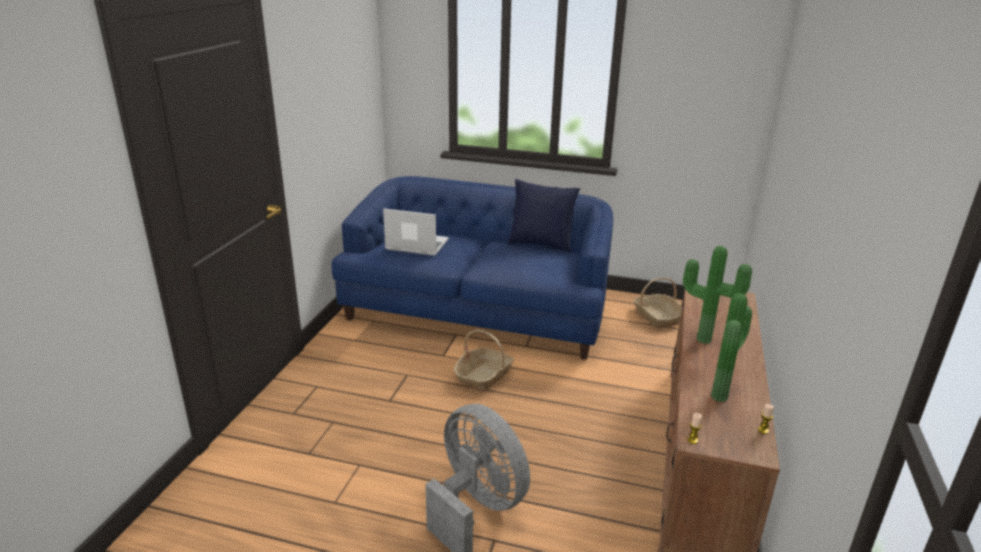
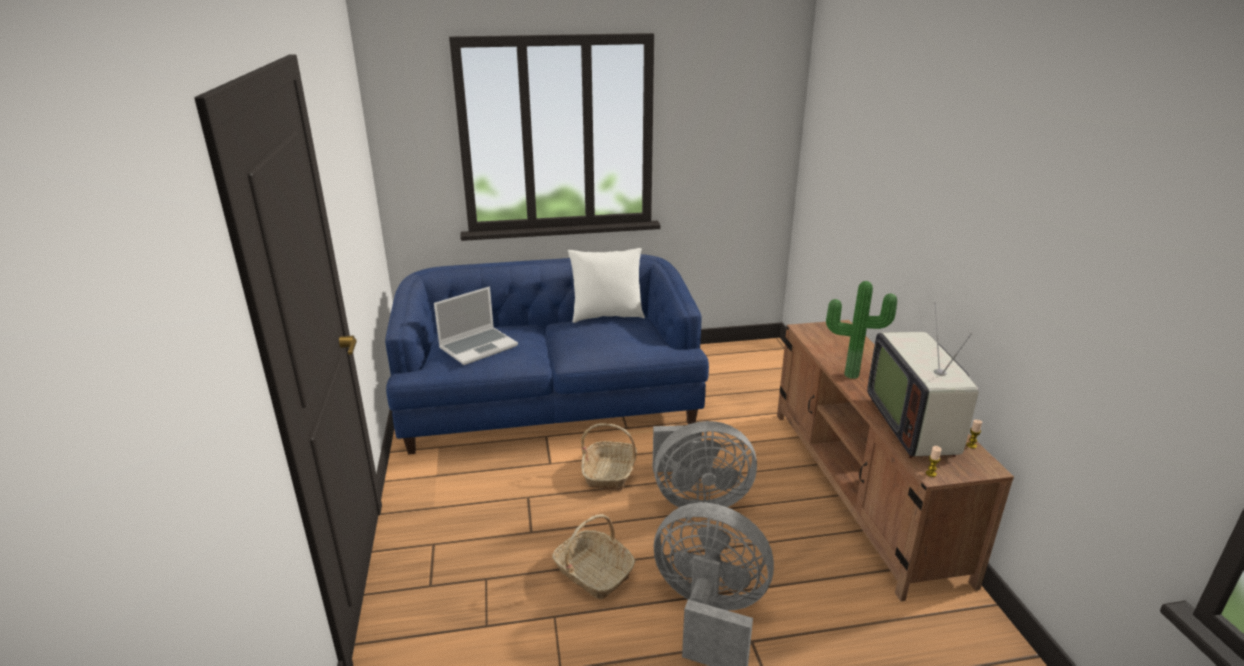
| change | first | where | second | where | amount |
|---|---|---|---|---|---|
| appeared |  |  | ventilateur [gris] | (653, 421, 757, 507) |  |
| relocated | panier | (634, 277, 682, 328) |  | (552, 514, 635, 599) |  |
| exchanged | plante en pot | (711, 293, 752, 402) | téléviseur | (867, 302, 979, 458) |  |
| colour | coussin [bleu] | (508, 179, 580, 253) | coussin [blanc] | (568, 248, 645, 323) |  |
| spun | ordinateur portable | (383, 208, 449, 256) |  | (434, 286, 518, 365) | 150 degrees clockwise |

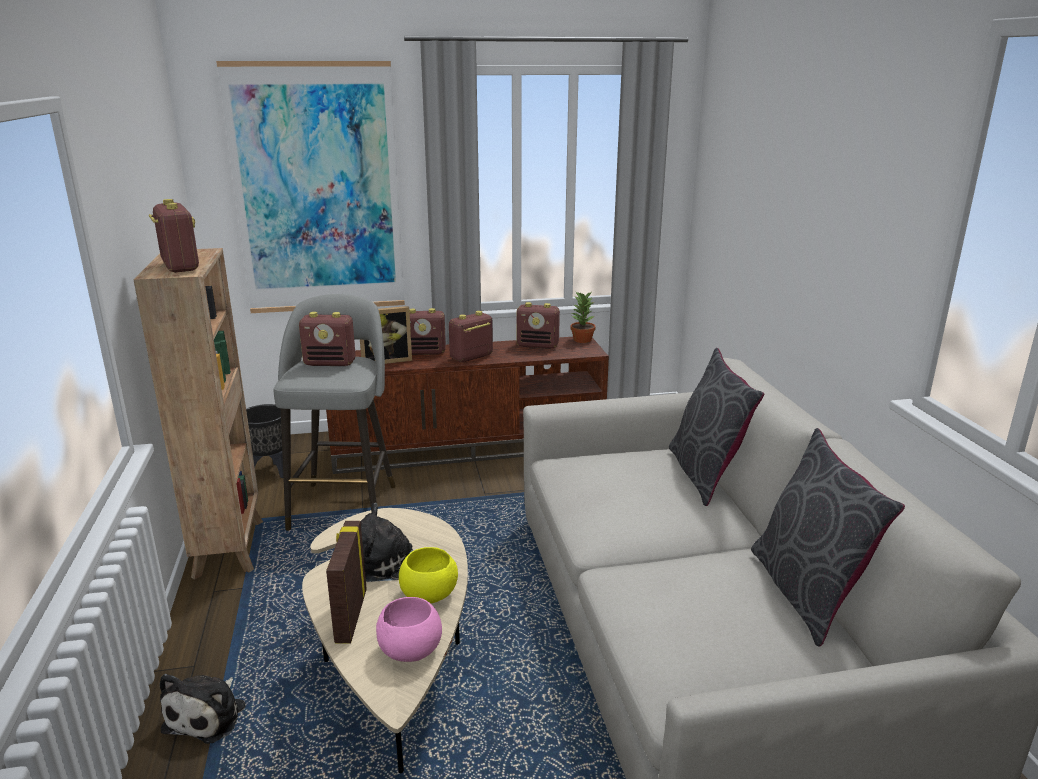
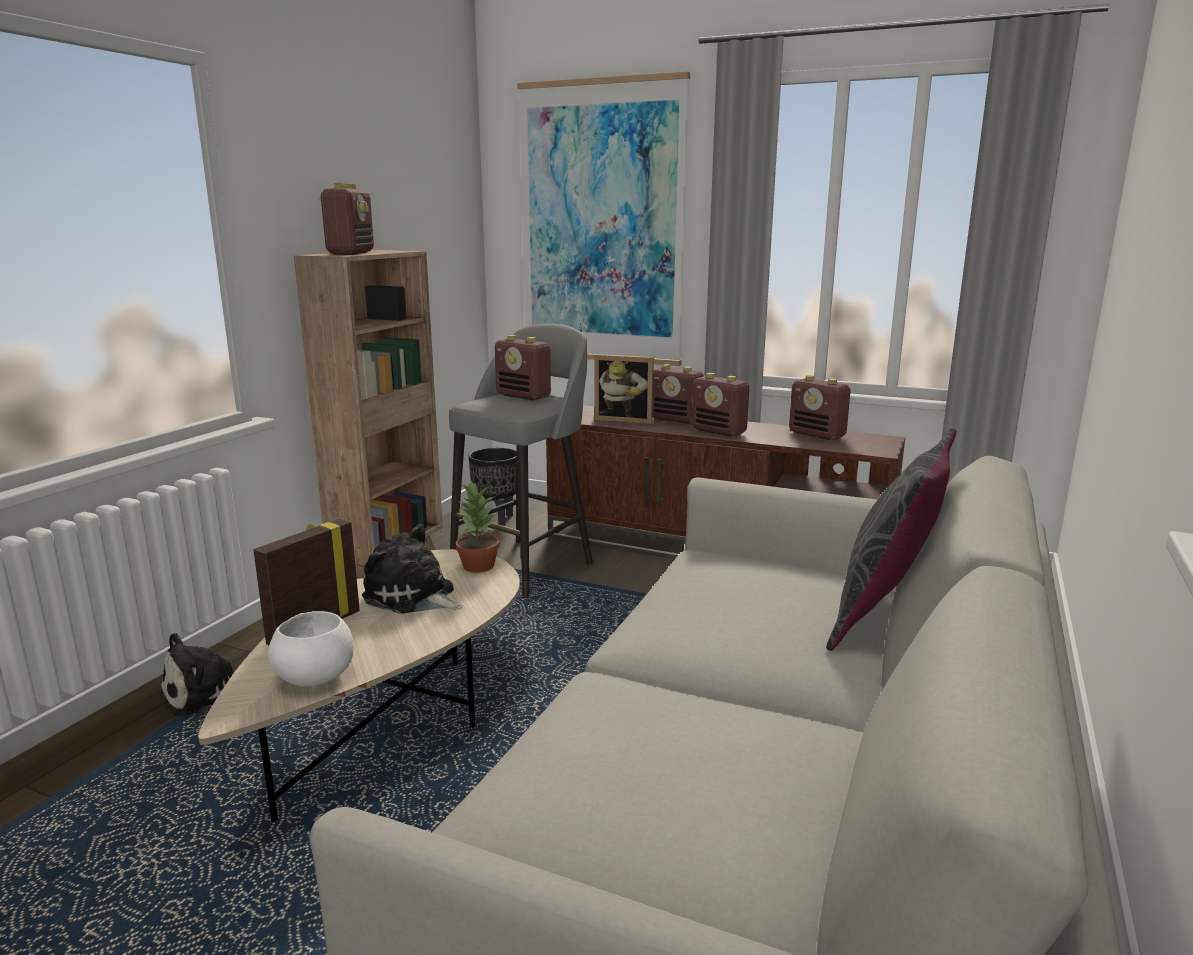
| change | first | where | second | where | amount |
|---|---|---|---|---|---|
| missing | bol [jaune] | (399, 547, 458, 603) |  |  |  |
| missing | coussin [gris] | (751, 428, 905, 647) |  |  |  |
| relocated | plante en pot | (571, 292, 596, 343) |  | (456, 481, 500, 573) |  |
| colour | bol [rose] | (376, 597, 442, 662) | bol [blanc] | (268, 611, 354, 687) |  |
| spun | radio | (449, 311, 493, 362) |  | (692, 373, 749, 436) | 135 degrees counterclockwise |

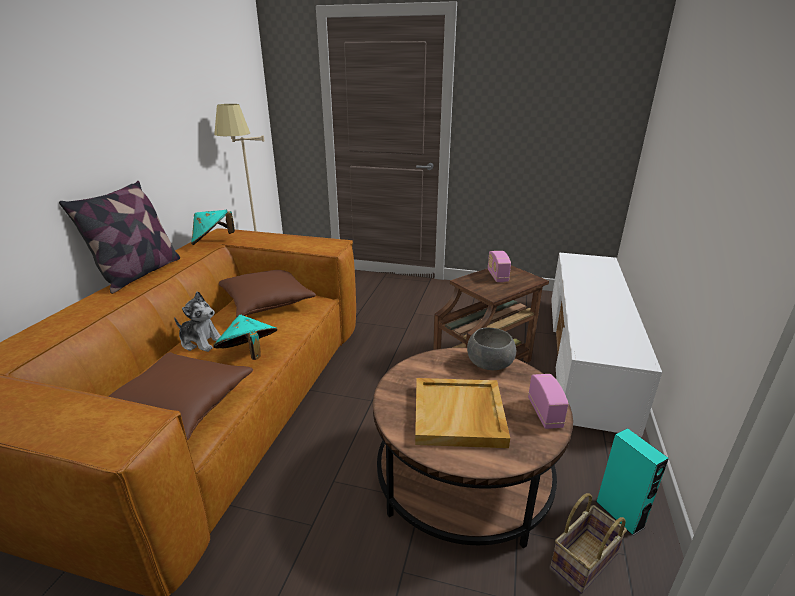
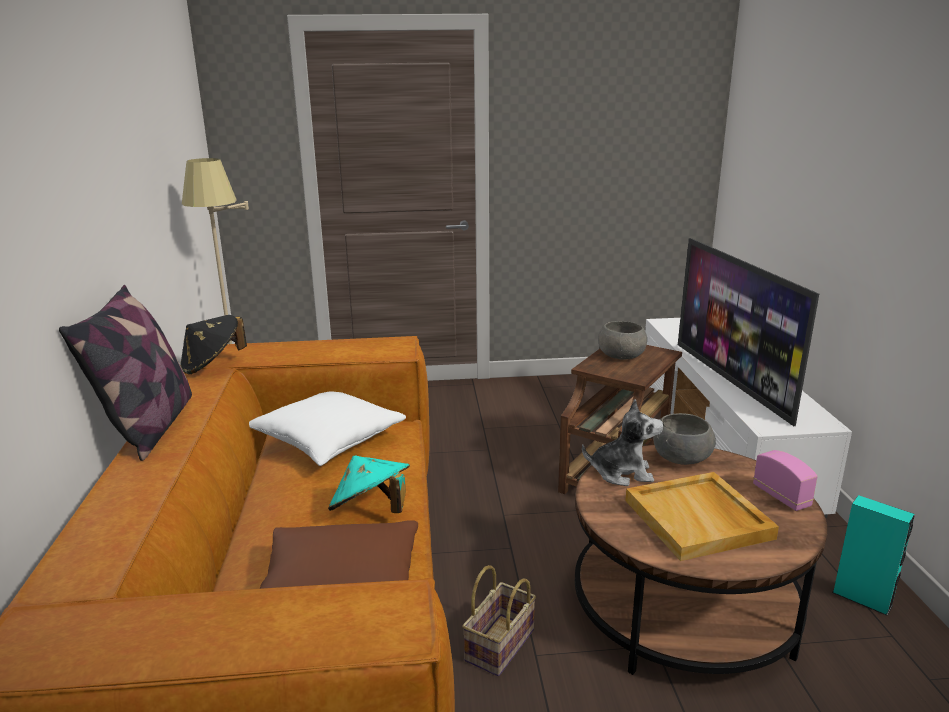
| change | first | where | second | where | amount |
|---|---|---|---|---|---|
| appeared |  |  | téléviseur | (678, 238, 819, 426) |  |
| relocated | peluche | (174, 291, 221, 352) |  | (582, 399, 663, 486) |  |
| relocated | panier | (551, 493, 627, 594) |  | (462, 565, 536, 676) |  |
| exchanged | radio | (488, 251, 511, 282) | bol [gris] | (598, 321, 647, 360) |  |
| colour | chapeau [turquoise] | (191, 210, 235, 245) | chapeau [noir] | (180, 315, 247, 374) |  |
| colour | coussin [marron] | (219, 270, 316, 317) | coussin [blanc] | (249, 392, 406, 466) |  |

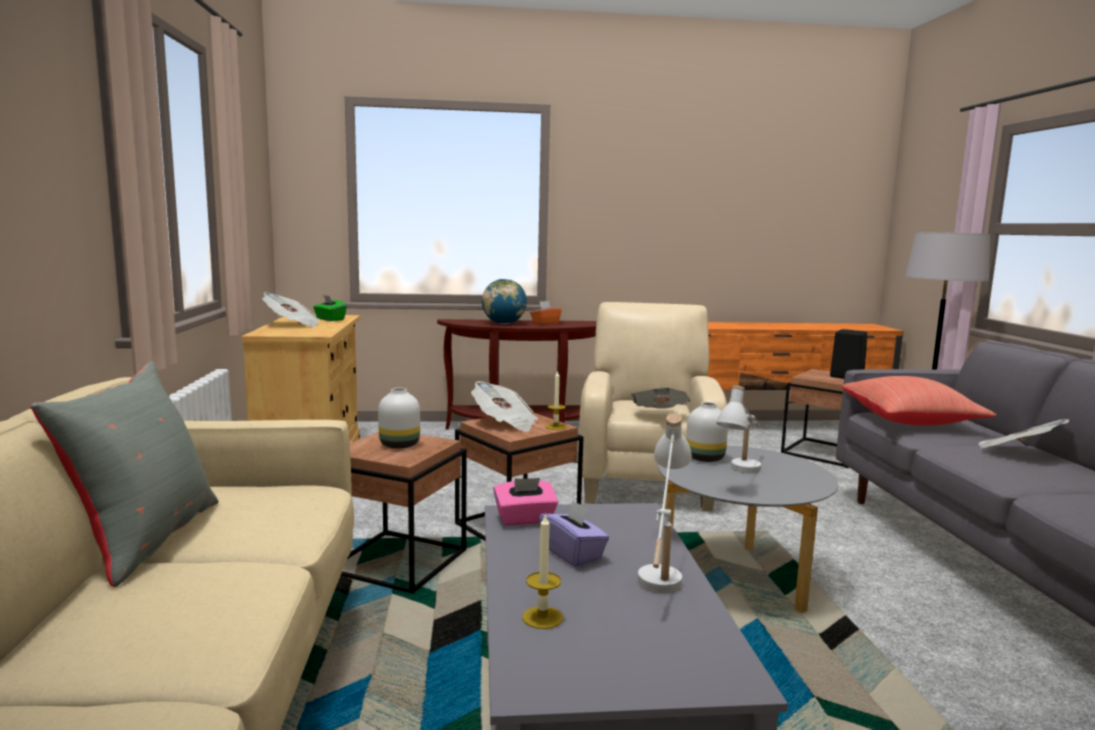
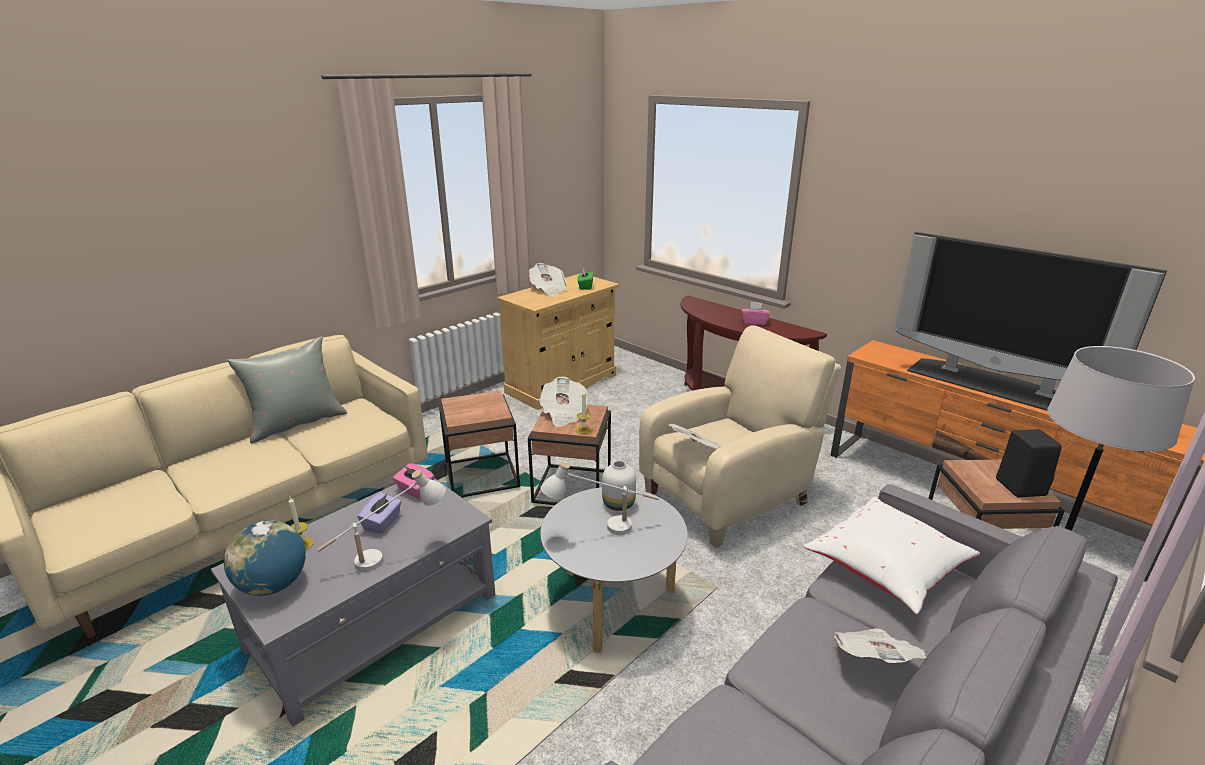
| change | first | where | second | where | amount |
|---|---|---|---|---|---|
| missing | vase [blanc] | (378, 388, 420, 449) |  |  |  |
| appeared |  |  | téléviseur | (895, 232, 1167, 411) |  |
| relocated | globe | (482, 279, 527, 324) |  | (224, 520, 306, 596) |  |
| colour | boîte à mouchoirs [orange] | (530, 301, 562, 325) | boîte à mouchoirs [rose] | (742, 302, 770, 325) |  |
| colour | coussin [rouge] | (842, 376, 996, 426) | coussin [blanc] | (803, 497, 980, 614) |  |

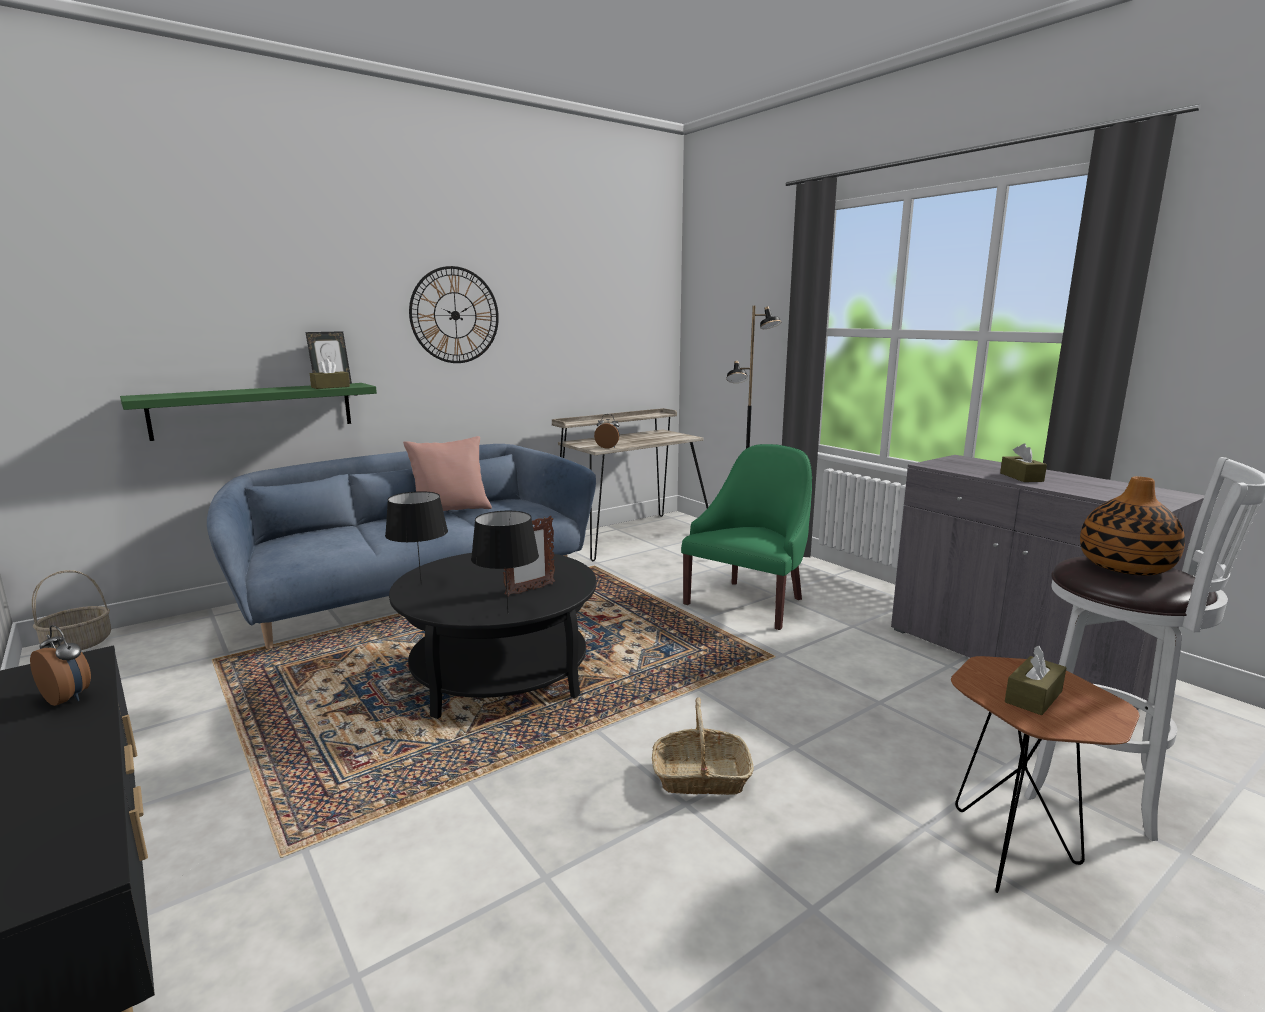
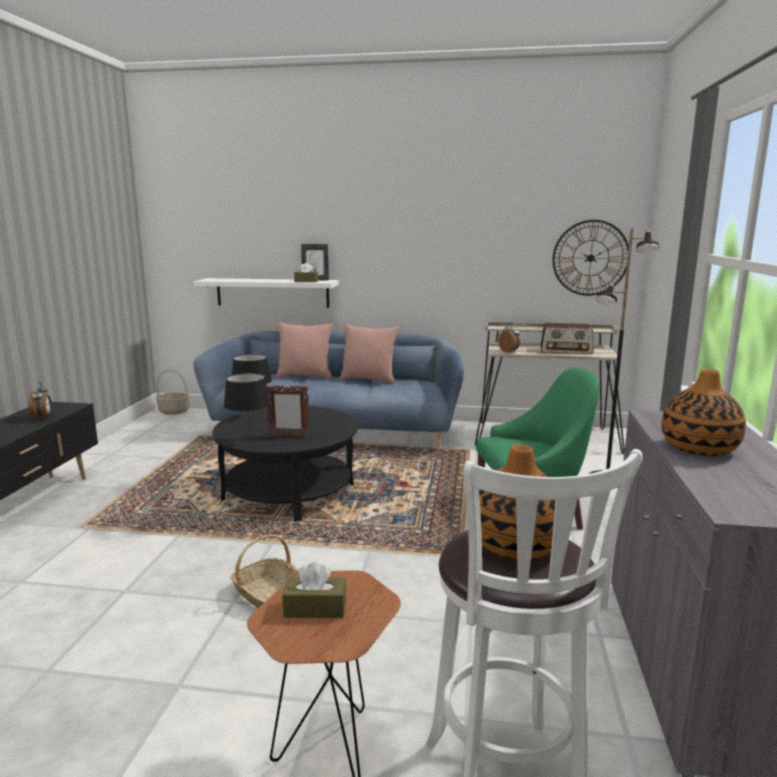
| change | first | where | second | where | amount |
|---|---|---|---|---|---|
| appeared |  |  | coussin [rose] | (276, 322, 333, 379) |  |
| appeared |  |  | radio | (541, 323, 594, 354) |  |
| relocated | horloge murale | (409, 266, 499, 363) |  | (552, 220, 629, 296) |  |
| exchanged | boîte à mouchoirs [marron] | (1000, 443, 1047, 482) | vase | (662, 369, 746, 456) |  |
| colour | étagère [vert] | (120, 383, 377, 441) | étagère [blanc] | (194, 278, 339, 308) |  |

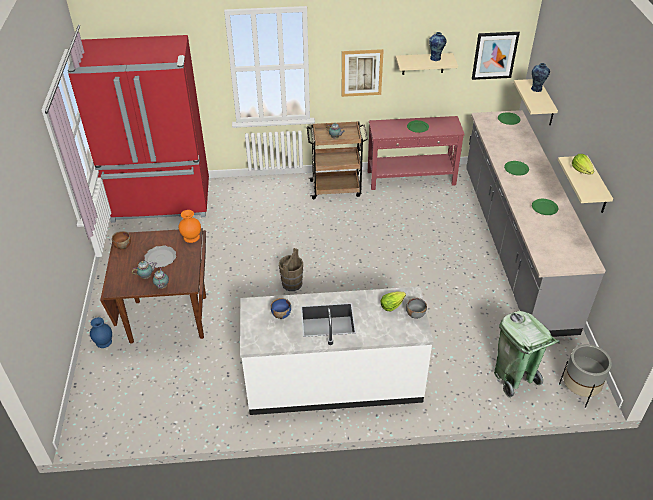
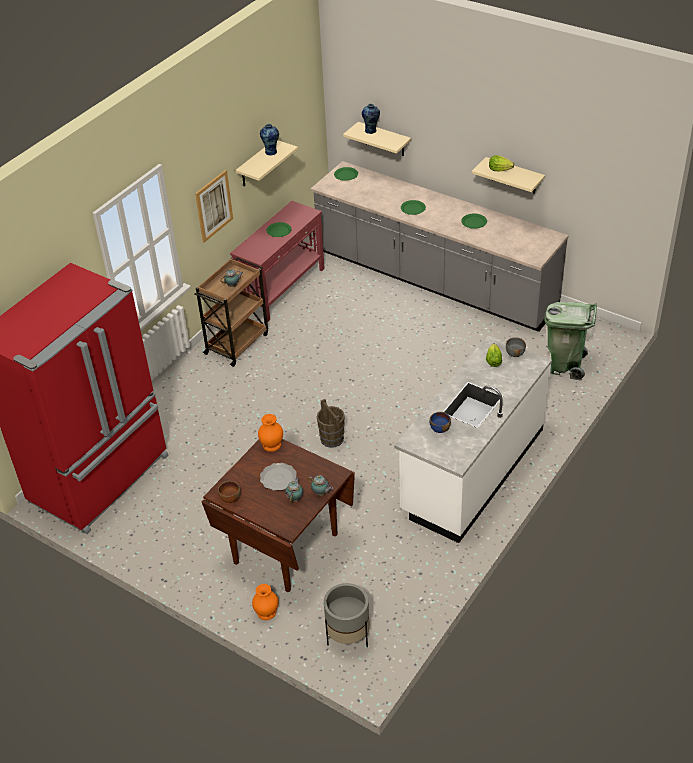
| change | first | where | second | where | amount |
|---|---|---|---|---|---|
| missing | tableau | (472, 32, 520, 80) |  |  |  |
| relocated | cache-pot [gris] | (559, 344, 612, 408) |  | (324, 583, 370, 647) |  |
| colour | vase [bleu] | (90, 317, 112, 348) | vase [orange] | (252, 584, 278, 620) |  |

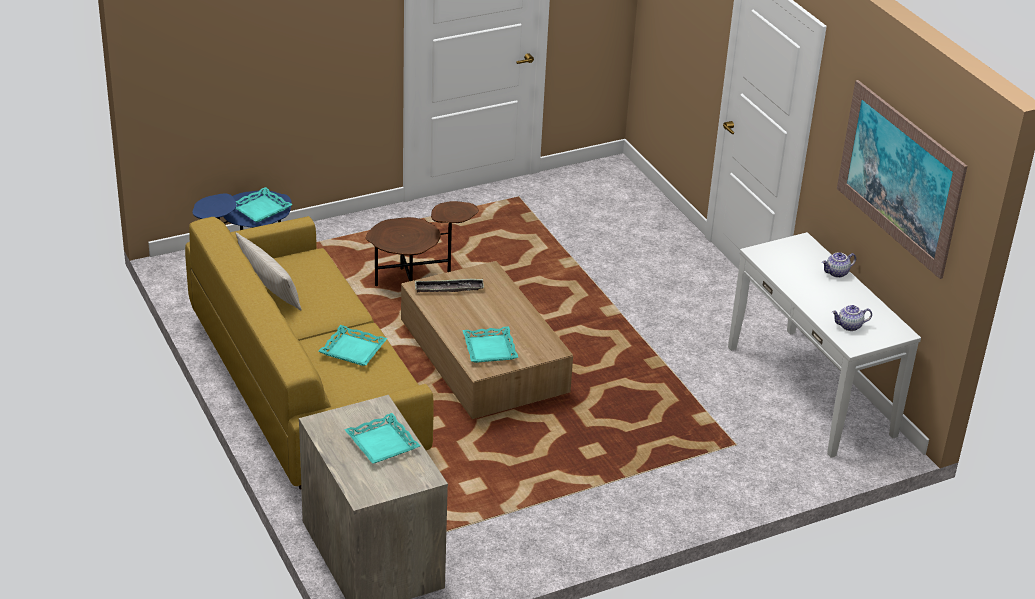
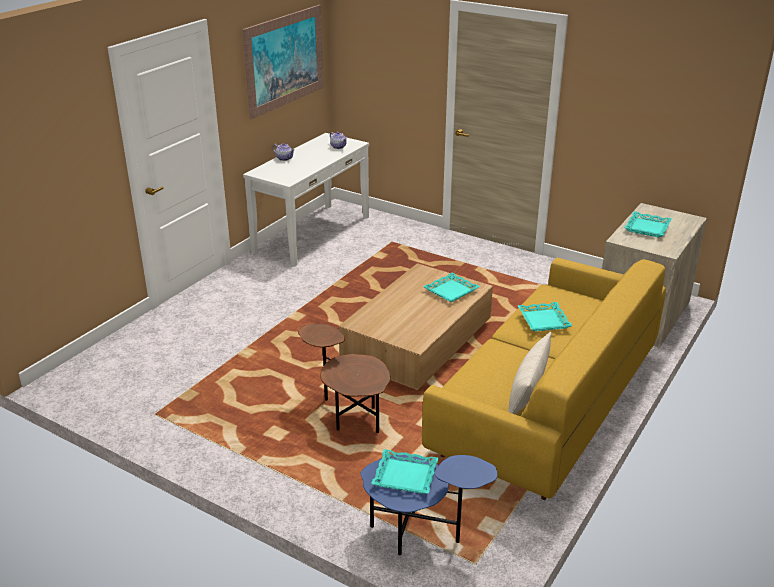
| change | first | where | second | where | amount |
|---|---|---|---|---|---|
| missing | plateau | (415, 279, 484, 292) |  |  |  |

